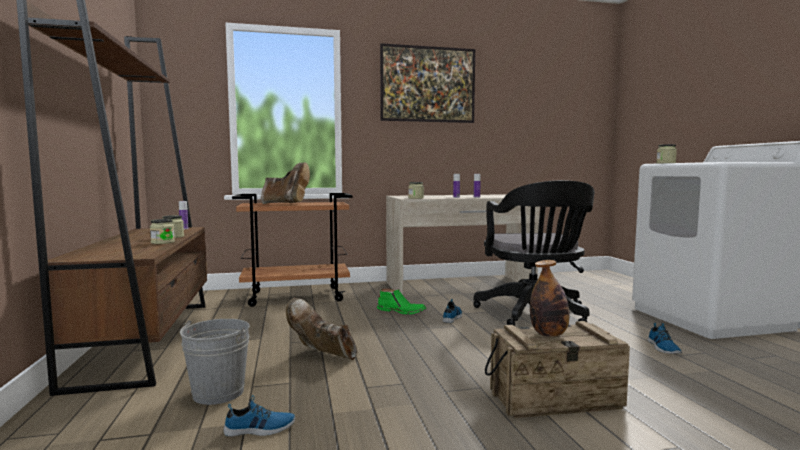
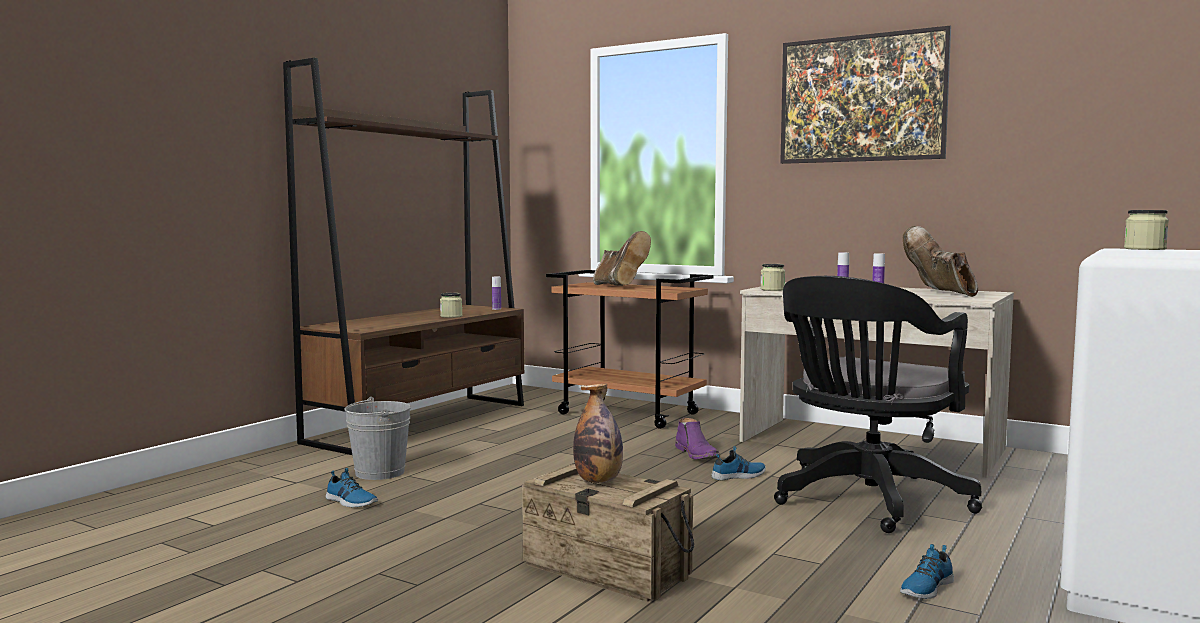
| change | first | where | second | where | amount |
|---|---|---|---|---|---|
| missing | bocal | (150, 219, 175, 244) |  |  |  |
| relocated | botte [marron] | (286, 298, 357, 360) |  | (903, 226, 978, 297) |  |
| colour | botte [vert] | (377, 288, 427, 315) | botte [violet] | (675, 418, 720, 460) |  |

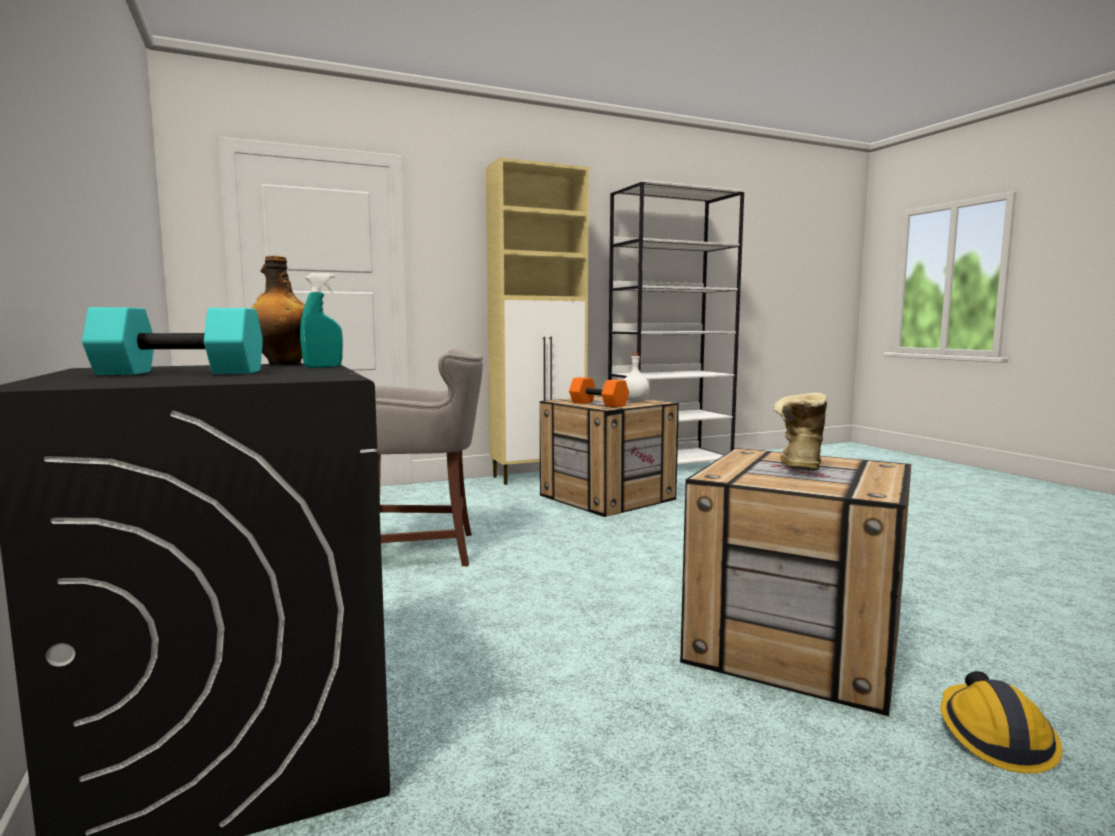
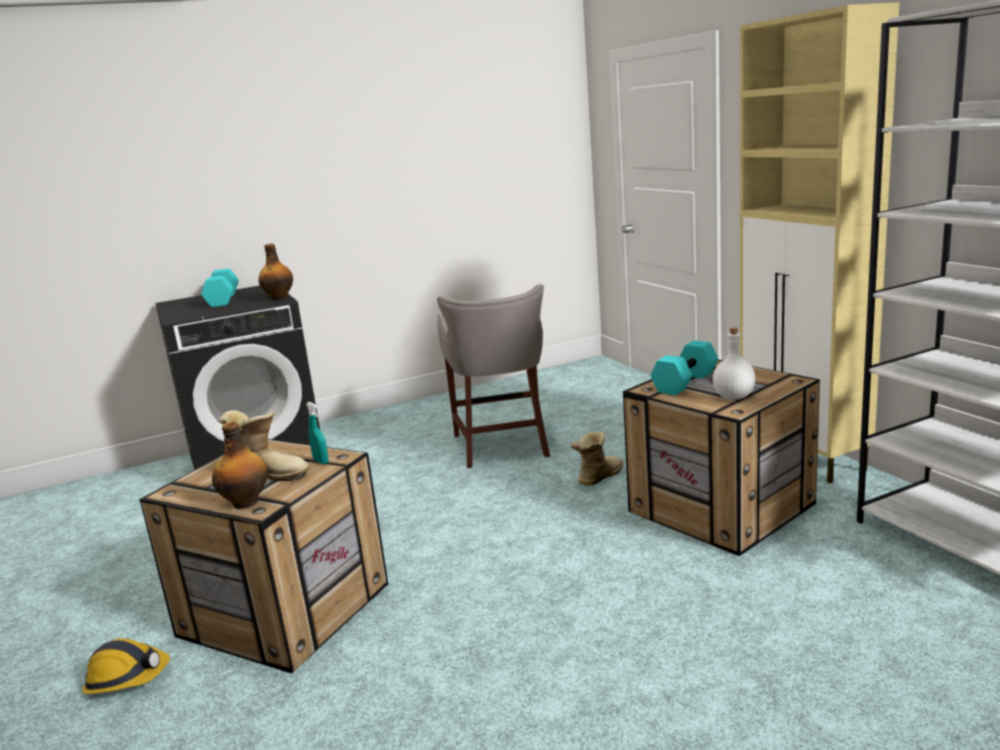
| change | first | where | second | where | amount |
|---|---|---|---|---|---|
| appeared |  |  | bouteille | (212, 421, 268, 509) |  |
| appeared |  |  | botte | (571, 432, 623, 486) |  |
| relocated | vaporisateur [turquoise] | (300, 273, 343, 368) |  | (306, 402, 328, 464) |  |
| colour | haltère [orange] | (569, 377, 629, 407) | haltère [turquoise] | (650, 340, 718, 396) |  |

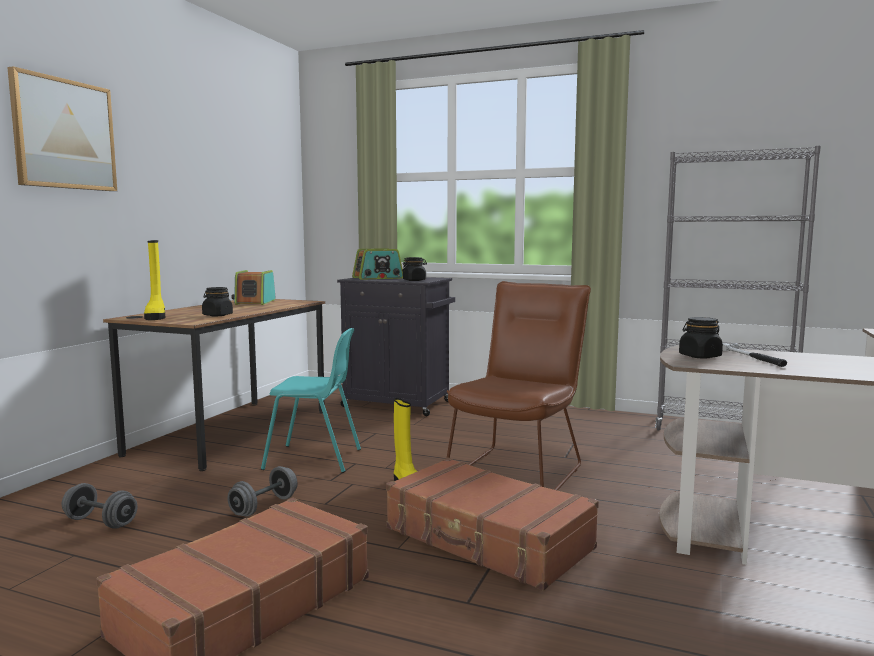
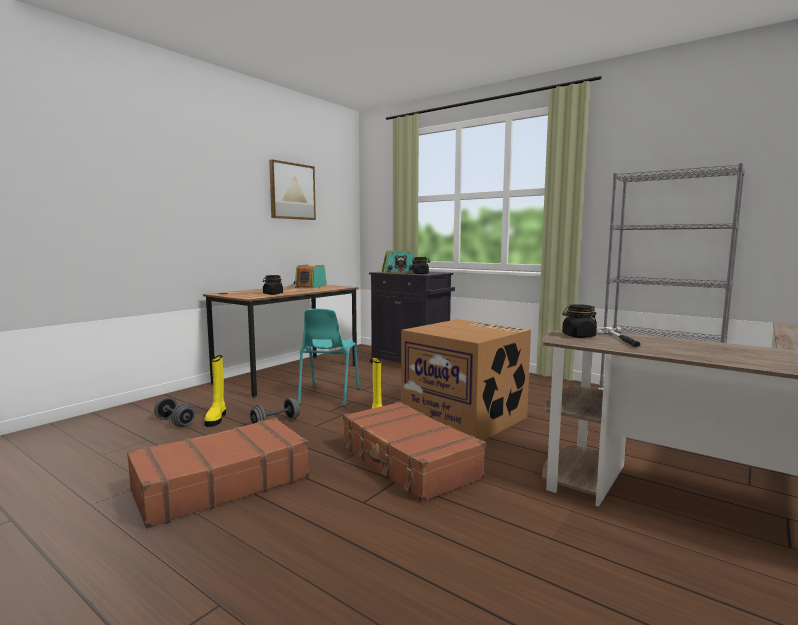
| change | first | where | second | where | amount |
|---|---|---|---|---|---|
| relocated | tableau | (7, 66, 117, 191) |  | (269, 159, 316, 220) |  |
| relocated | botte [jaune] | (144, 240, 165, 320) |  | (205, 355, 226, 427) |  |
| exchanged | chaise [marron] | (447, 281, 591, 491) | carton | (401, 319, 531, 440) |  |
| spun | chaise [turquoise] | (261, 328, 361, 473) |  | (298, 309, 359, 406) | 75 degrees clockwise |

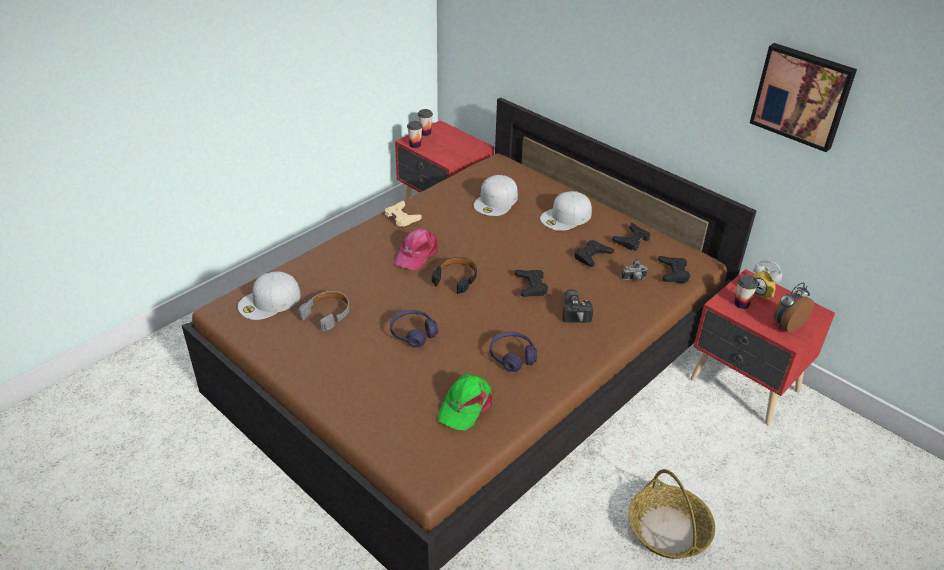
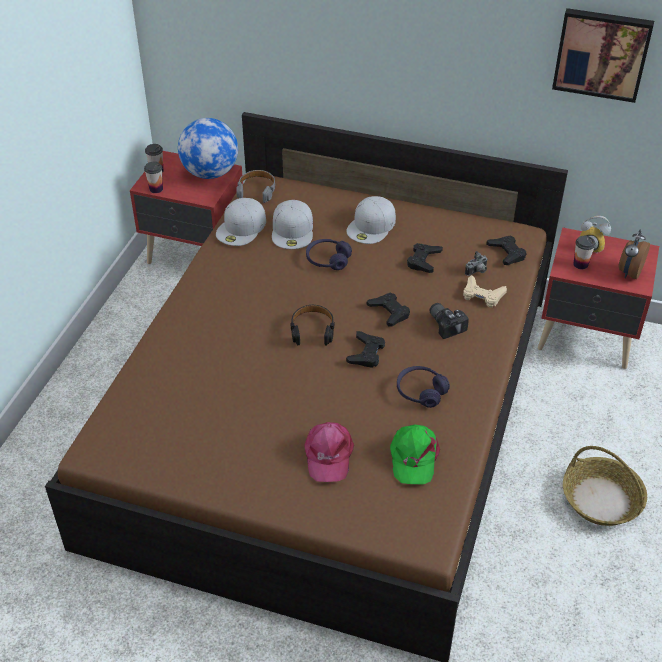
| change | first | where | second | where | amount |
|---|---|---|---|---|---|
| appeared |  |  | globe | (178, 118, 238, 179) |  |
| relocated | casquette [blanc] | (238, 271, 301, 320) |  | (216, 198, 266, 246) |  |
| relocated | casque audio [gris] | (298, 291, 350, 331) |  | (236, 170, 275, 203) |  |
| relocated | manette [beige] | (385, 201, 422, 227) |  | (463, 275, 507, 307) |  |
| relocated | casque audio [violet] | (390, 310, 438, 347) |  | (306, 239, 352, 270) |  |
| relocated | casquette [rose] | (394, 229, 437, 270) |  | (305, 422, 354, 482) |  |
| relocated | manette [noir] | (612, 223, 651, 251) |  | (346, 331, 385, 368) |  |

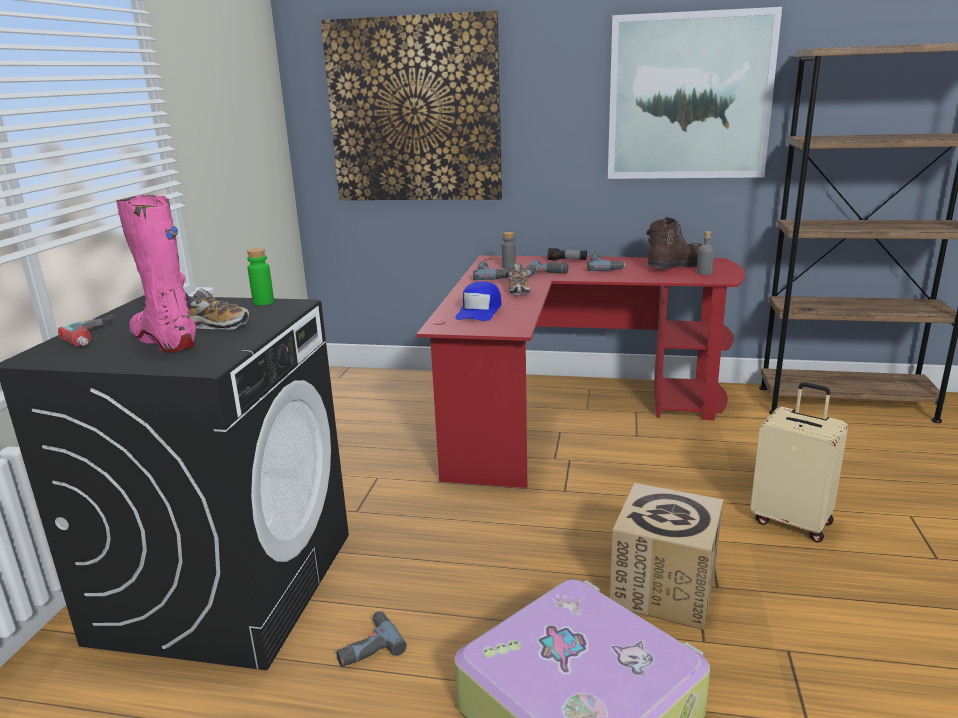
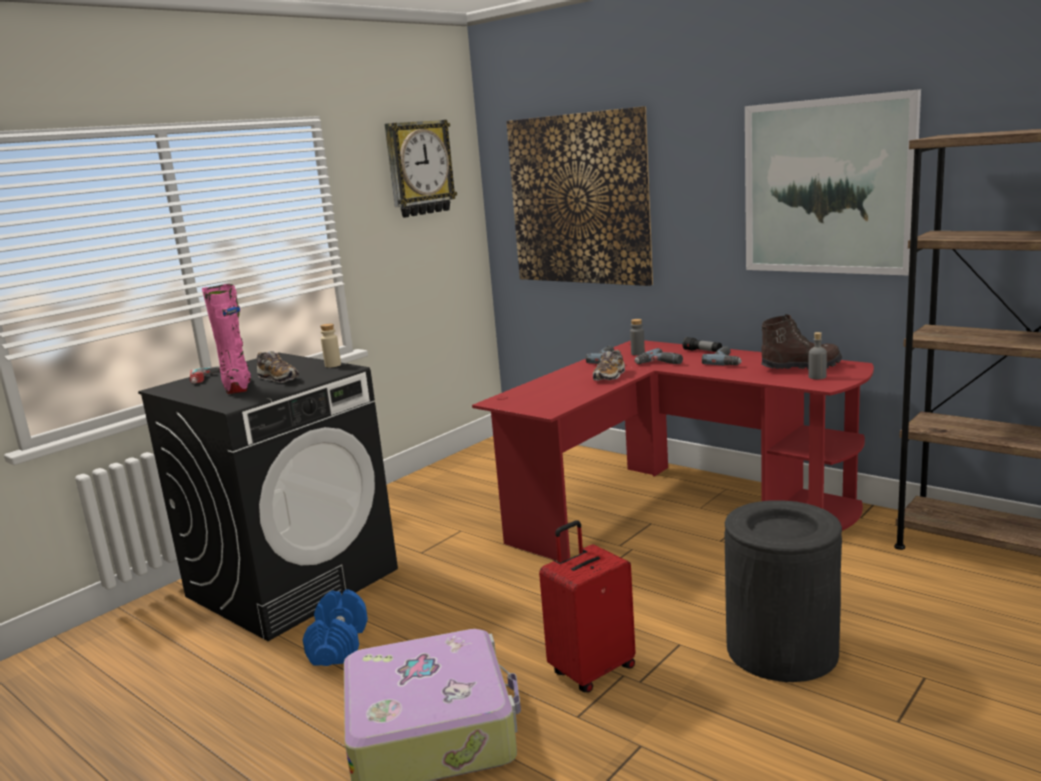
| change | first | where | second | where | amount |
|---|---|---|---|---|---|
| missing | casquette [bleu] | (455, 281, 501, 321) |  |  |  |
| appeared |  |  | horloge murale | (385, 120, 457, 218) |  |
| exchanged | perceuse | (336, 611, 407, 667) | haltère [bleu] | (303, 589, 368, 666) |  |
| exchanged | carton | (610, 483, 724, 630) | valise [rouge] | (539, 520, 636, 692) |  |
| exchanged | valise [beige] | (750, 382, 848, 543) | poubelle [noir] | (724, 500, 842, 682) |  |
| colour | bouteille [vert] | (247, 248, 274, 305) | bouteille [beige] | (320, 324, 341, 368) |  |

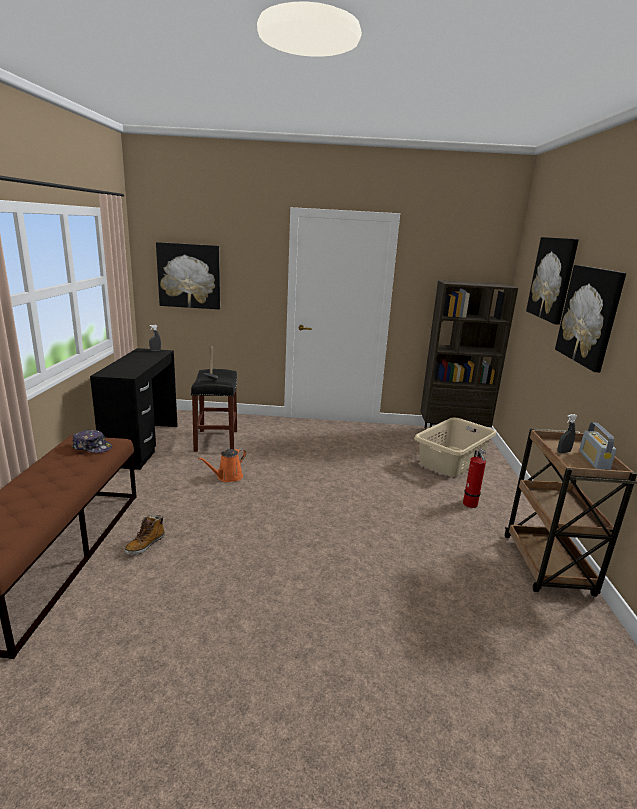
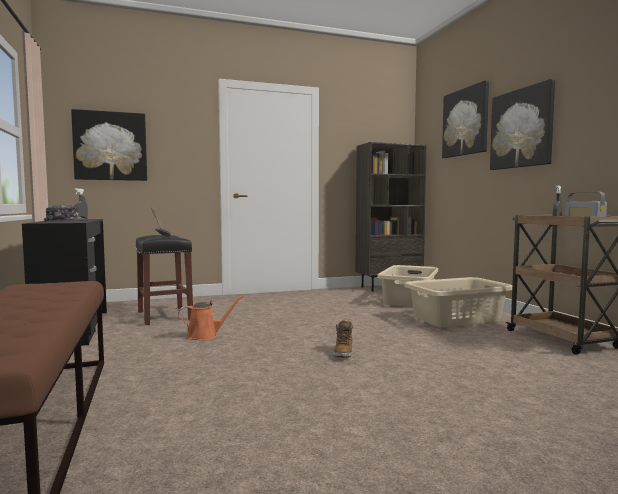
| change | first | where | second | where | amount |
|---|---|---|---|---|---|
| relocated | casquette | (72, 430, 112, 453) |  | (44, 204, 87, 222) |  |
| relocated | botte | (124, 515, 165, 555) |  | (333, 320, 353, 358) |  |
| exchanged | extincteur | (463, 449, 486, 508) | panier à linge [beige] | (404, 277, 512, 328) |  |
| spun | arrosoir [orange] | (198, 448, 246, 482) |  | (178, 295, 244, 340) | 135 degrees counterclockwise |

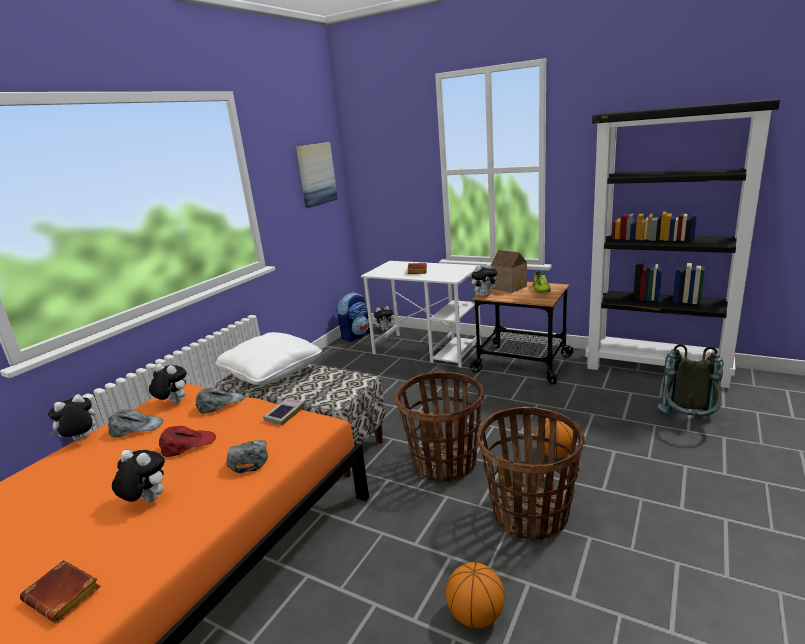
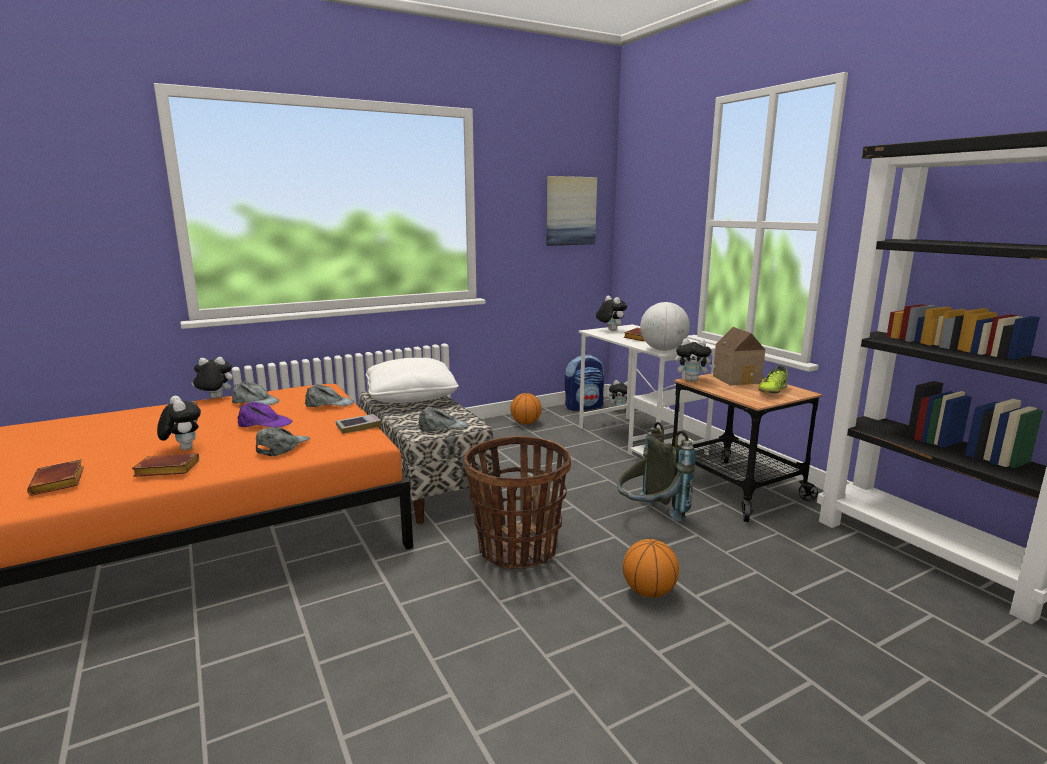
| change | first | where | second | where | amount |
|---|---|---|---|---|---|
| missing | panier | (477, 407, 585, 540) |  |  |  |
| appeared |  |  | livre [marron] | (132, 453, 199, 477) |  |
| appeared |  |  | casquette [gris] | (418, 407, 468, 432) |  |
| appeared |  |  | globe | (640, 302, 690, 351) |  |
| relocated | peluche | (149, 364, 187, 403) |  | (596, 296, 627, 331) |  |
| relocated | ballon de basket | (446, 562, 505, 628) |  | (510, 393, 542, 424) |  |
| relocated | sac à dos [gris] | (658, 344, 723, 419) |  | (617, 422, 696, 521) |  |
| colour | casquette [rouge] | (159, 426, 216, 457) | casquette [violet] | (237, 402, 292, 428) |  |

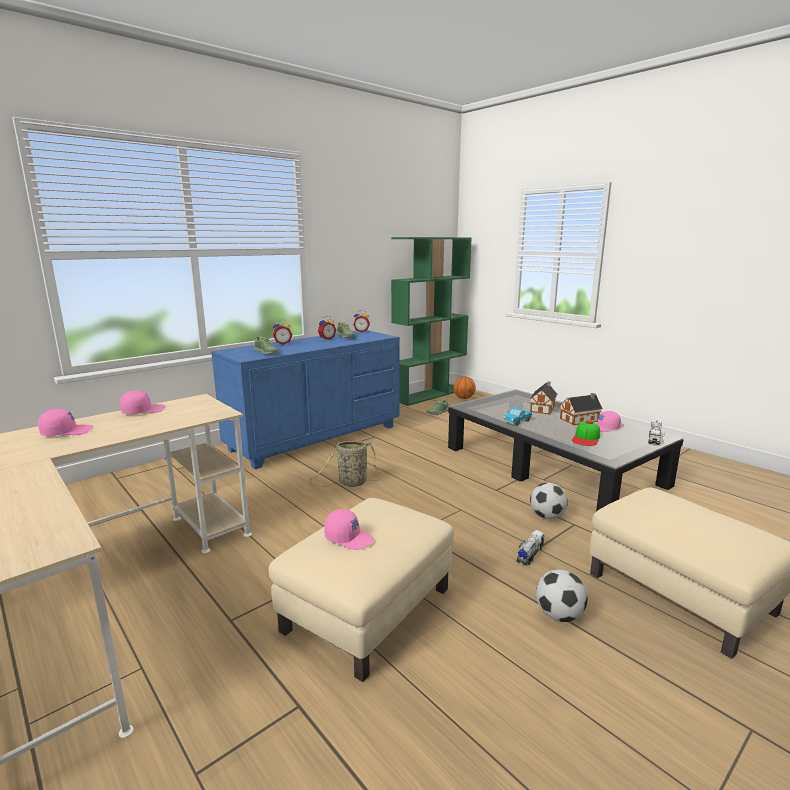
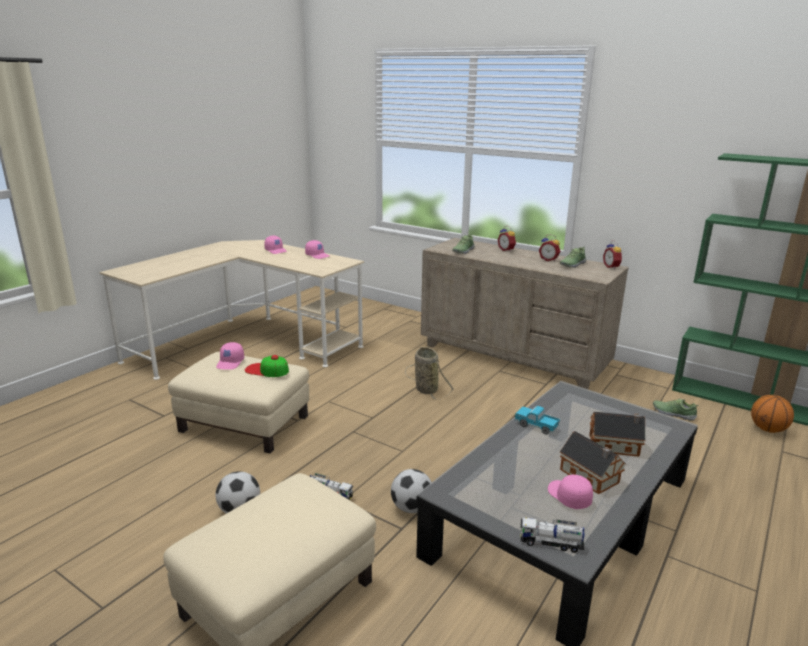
| change | first | where | second | where | amount |
|---|---|---|---|---|---|
| relocated | casquette | (572, 420, 600, 446) |  | (245, 355, 289, 377) |  |
| colour | commode [bleu] | (211, 330, 400, 469) | commode [beige] | (421, 238, 629, 389) |  |

